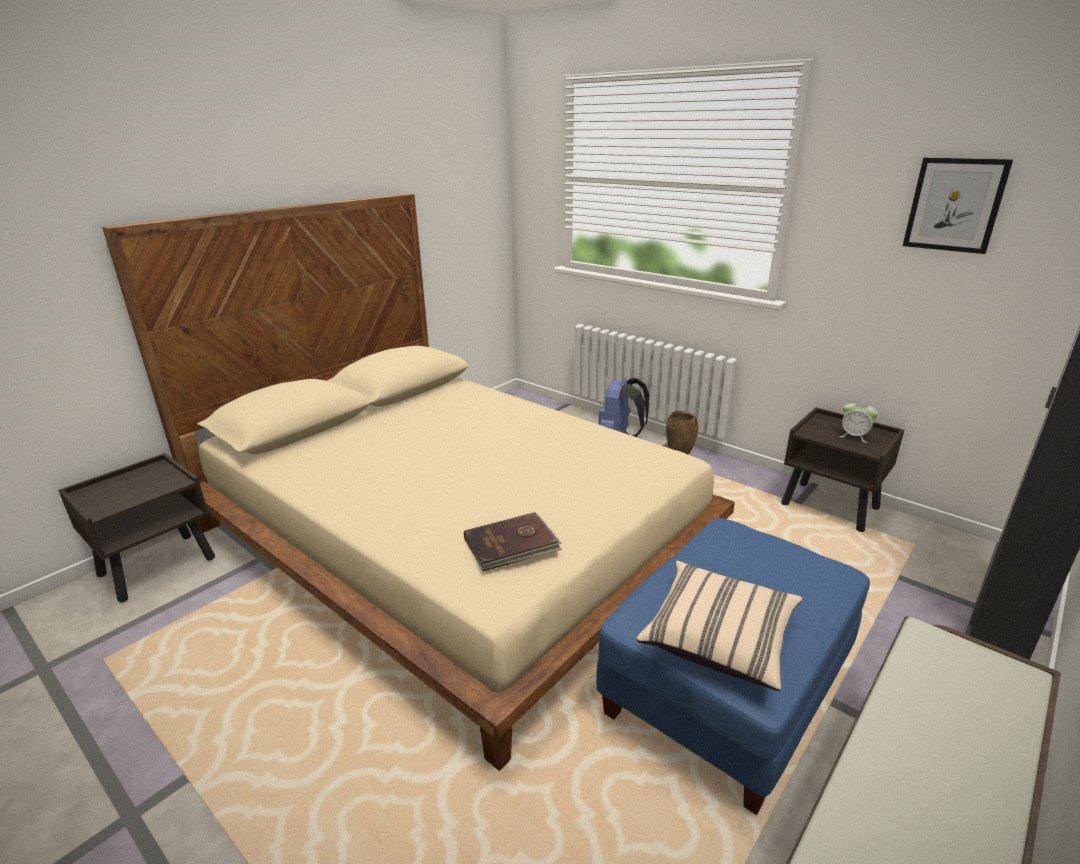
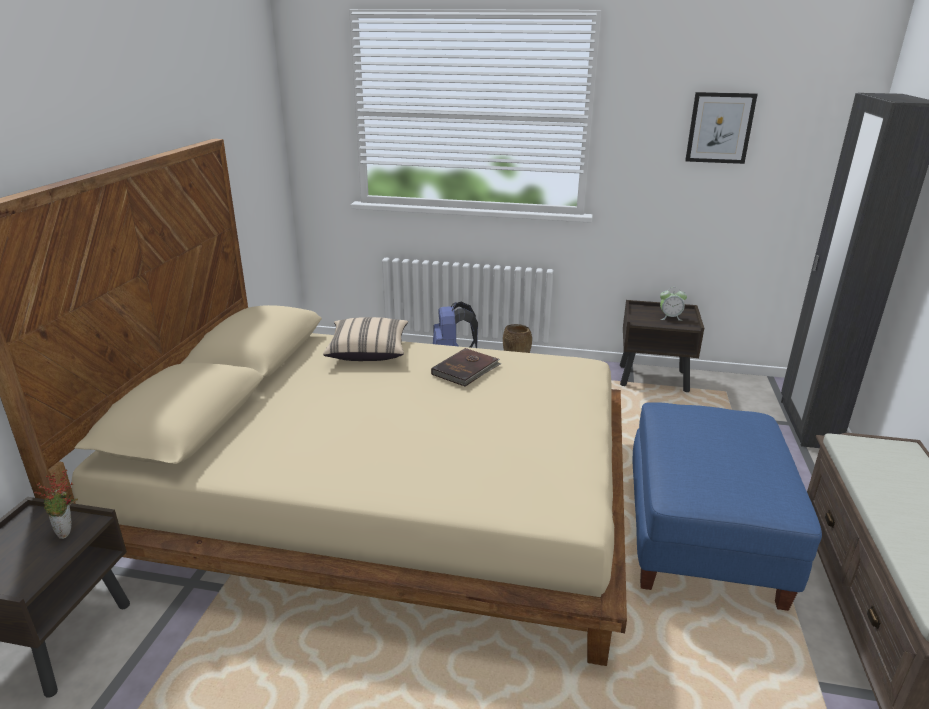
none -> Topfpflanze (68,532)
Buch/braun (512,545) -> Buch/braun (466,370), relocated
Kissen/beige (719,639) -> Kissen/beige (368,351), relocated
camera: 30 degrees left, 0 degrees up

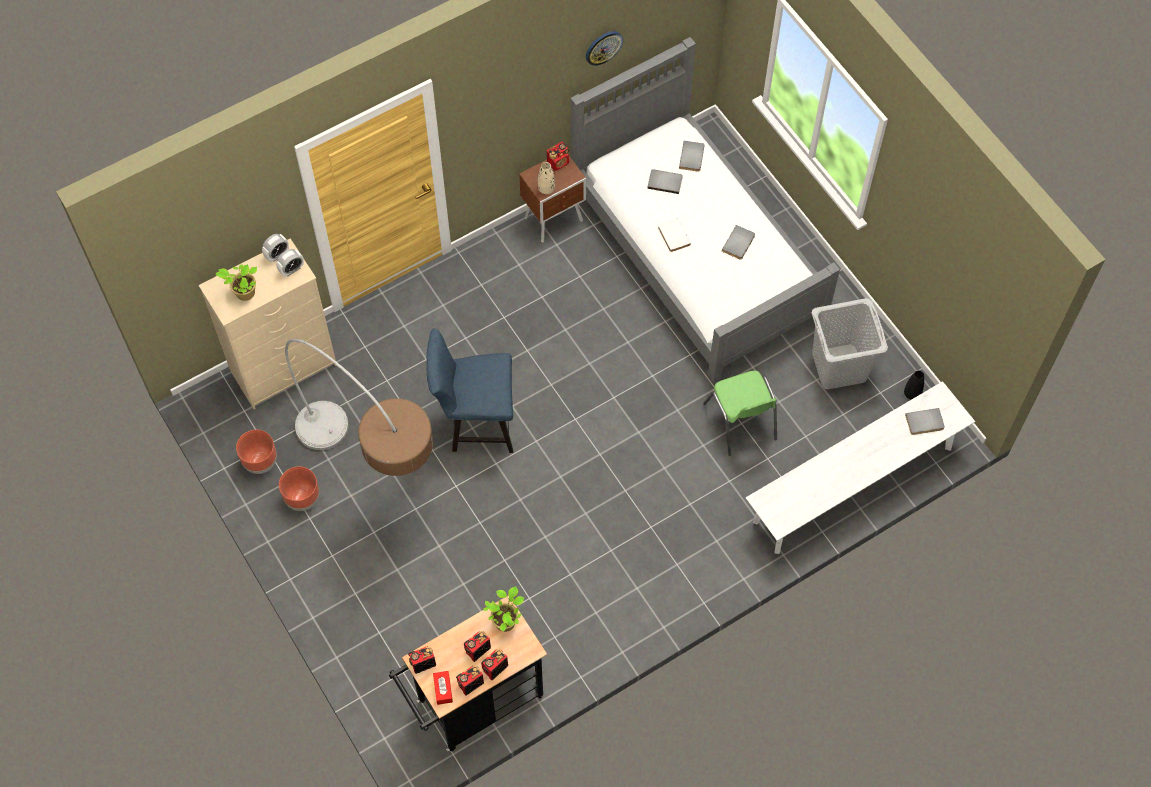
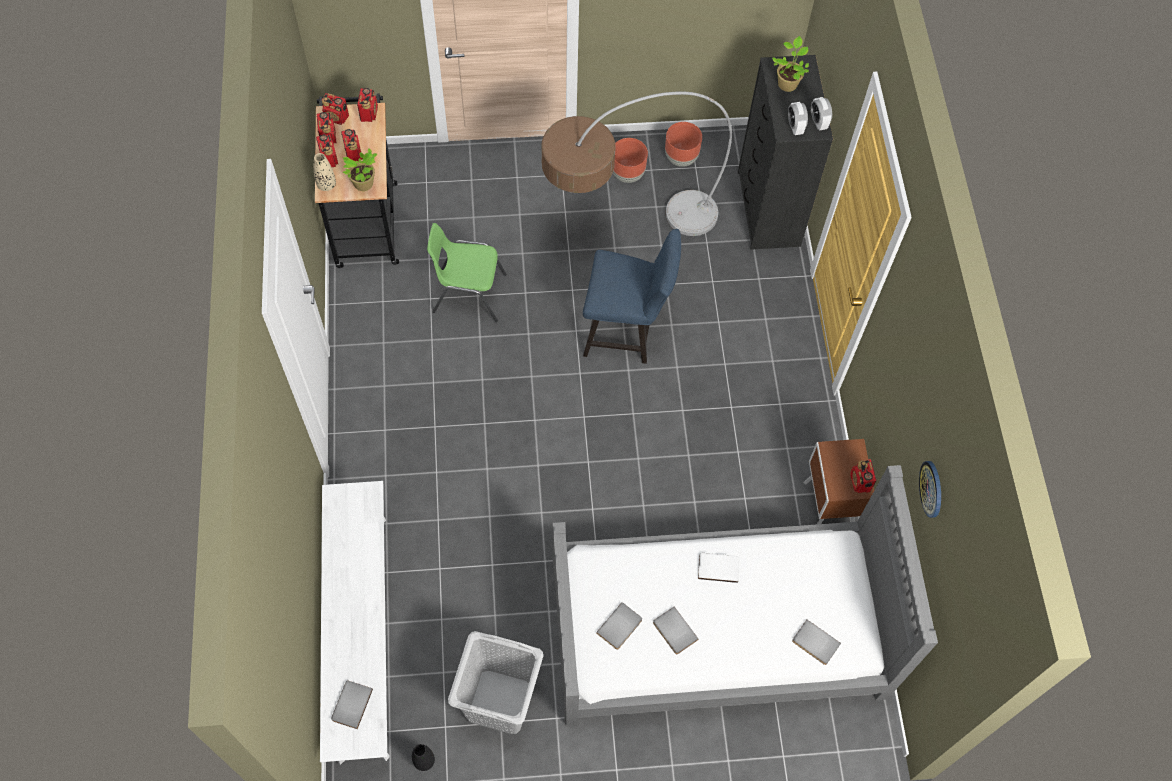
Vase/beige (546,188) -> Vase/beige (326,185), relocated
Buch/grau (665,181) -> Buch/grau (620,627), relocated
Stuhl/grün (741,422) -> Stuhl/grün (468,293), relocated
Taschentuchbox/rot (443,689) -> Radio (337,118)
Kommode/beige (284,368) -> Kommode/schwarz (768,209)
Stuhl/blau (476,423) -> Stuhl/blau (626,332), 75 degrees clockwise
camera: 115 degrees right, 0 degrees up

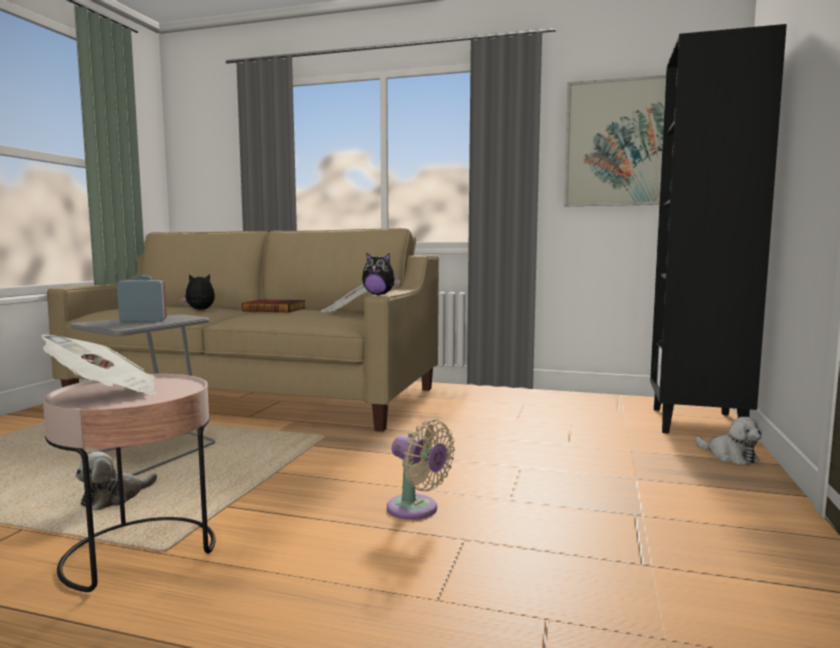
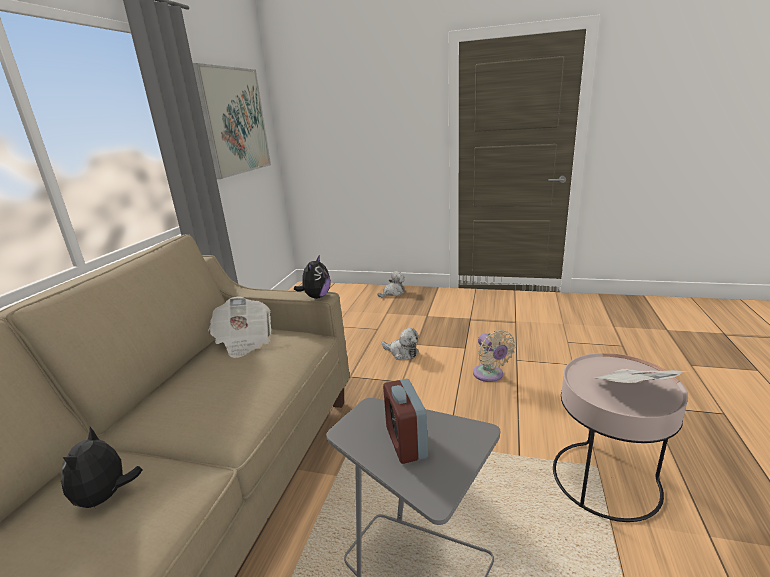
Buch (275,309) -> none
Bücherregal/schwarz (697,423) -> none
Plüschtier (114,498) -> Plüschtier (402,352), relocated
Ventilator/beige (416,509) -> Ventilator/beige (489,375), 120 degrees clockwise
camera: 90 degrees left, 15 degrees up

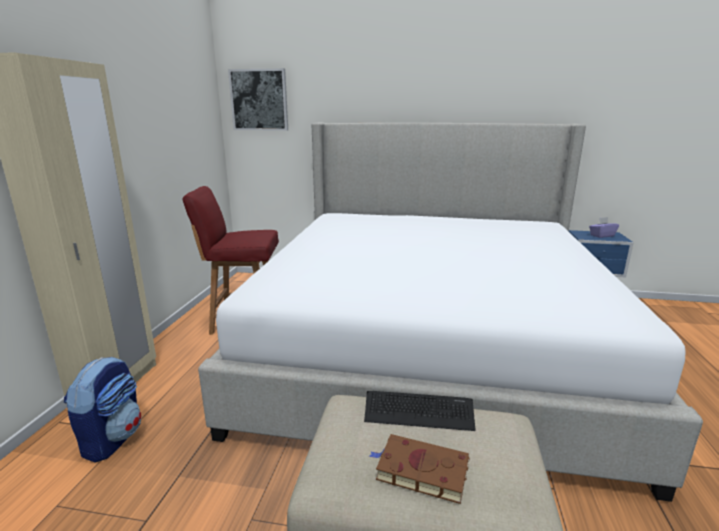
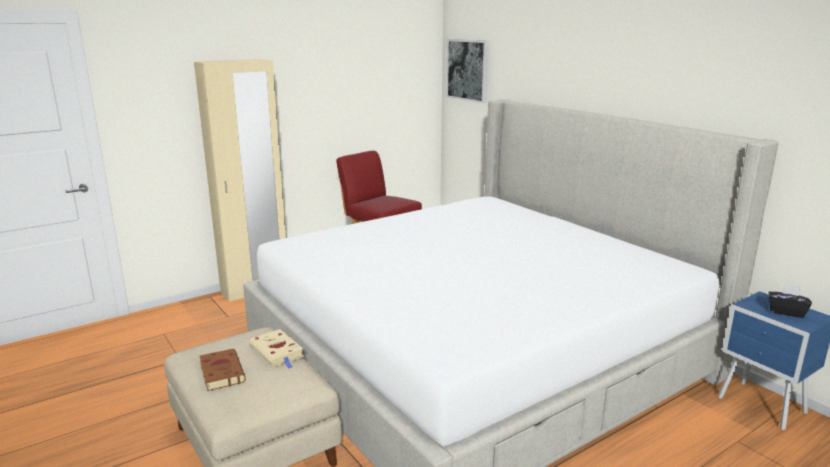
Rucksack (113,439) -> none
Tastatur (418,411) -> Buch/beige (278,352)
Taschentuchbox/lila (601,235) -> Taschentuchbox/schwarz (786,312)
camera: 45 degrees right, 0 degrees up

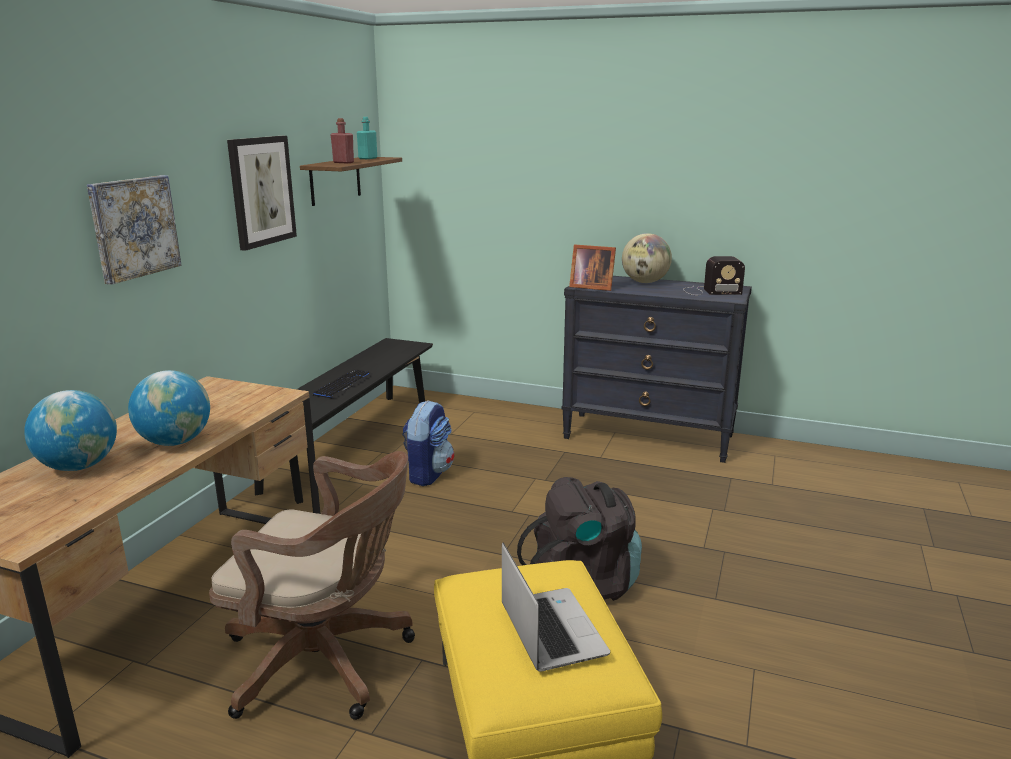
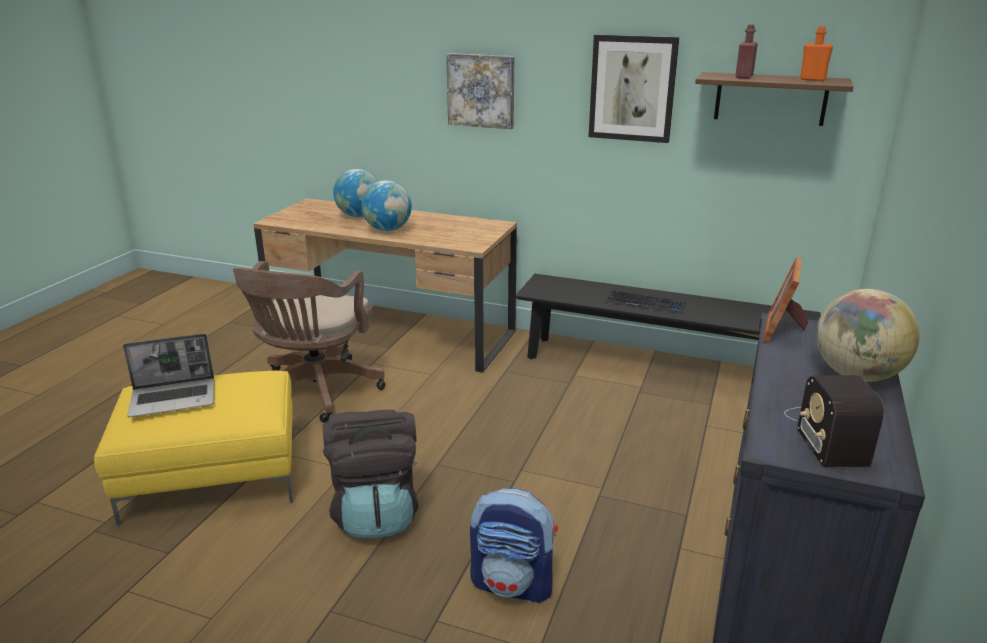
Rucksack (428,473) -> Rucksack (513,584), relocated
Flasche/türkis (368,158) -> Flasche/orange (812,79)
camera: 90 degrees right, 5 degrees up

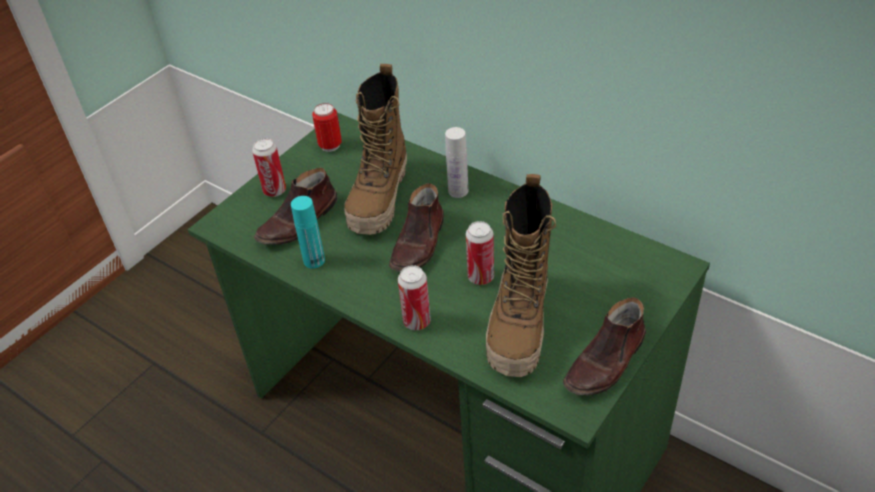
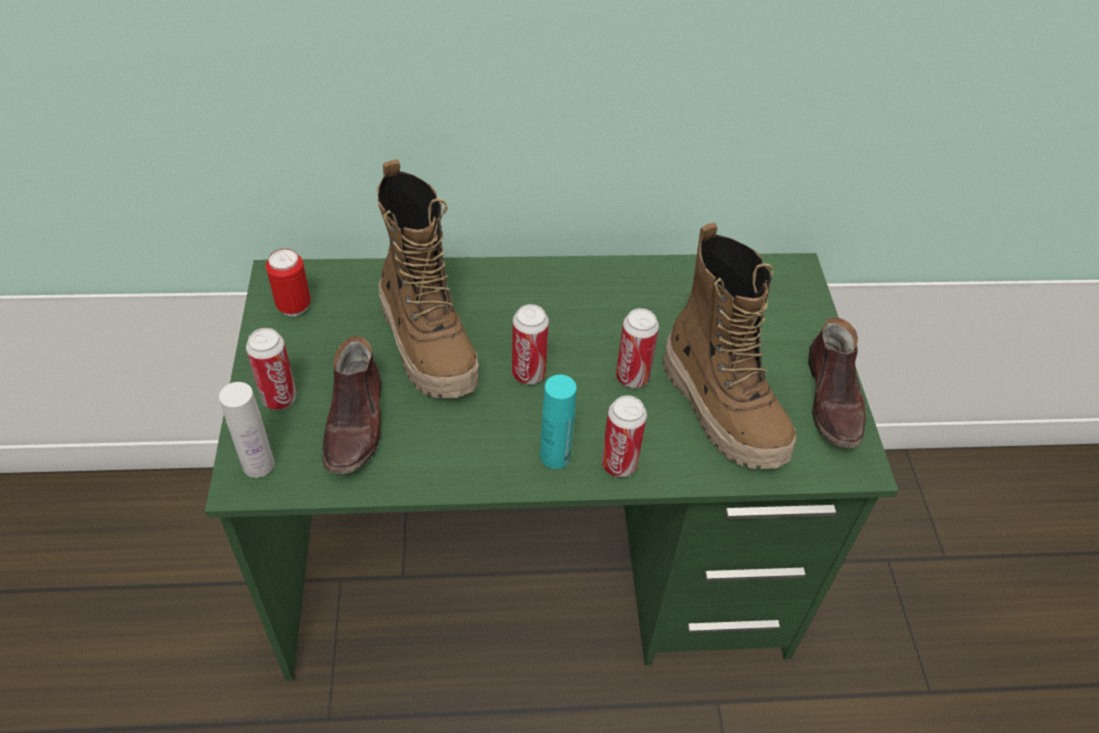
Flasche/türkis (314,260) -> Flasche/türkis (555,456), relocated
Flasche/weiß (458,191) -> Flasche/weiß (258,464), relocated
Schuh/braun (419,243) -> Dose (528,373)
camera: 45 degrees left, 5 degrees up

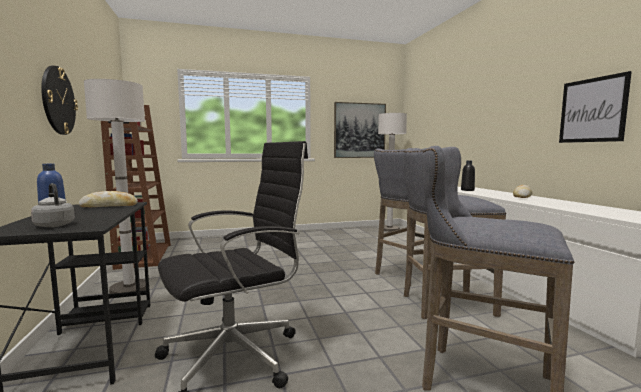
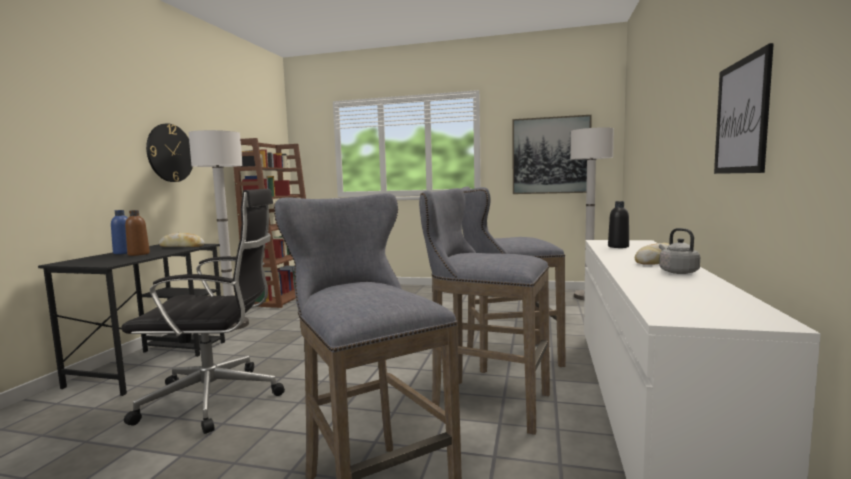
none -> Flasche/braun (138,254)
Wasserkessel/grau (54,225) -> Wasserkessel/grau (676,271), relocated
camera: 30 degrees right, 0 degrees up

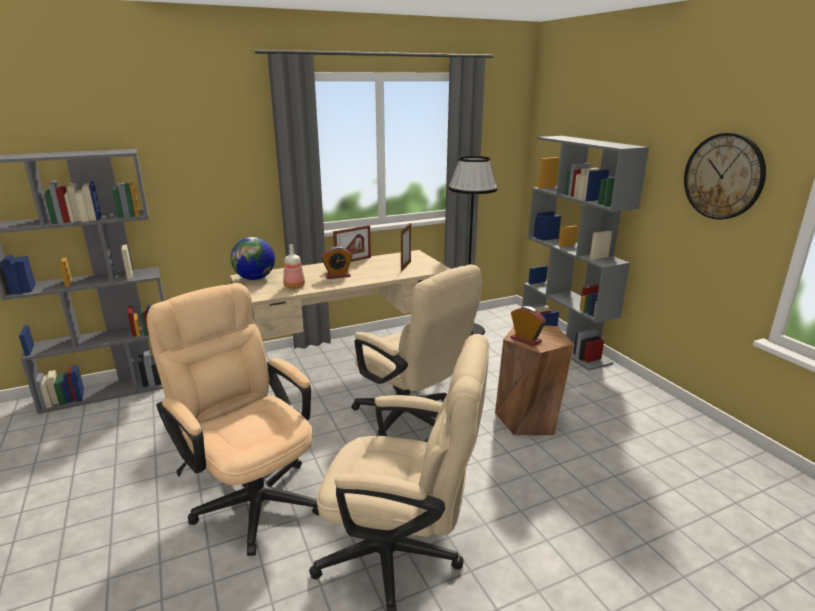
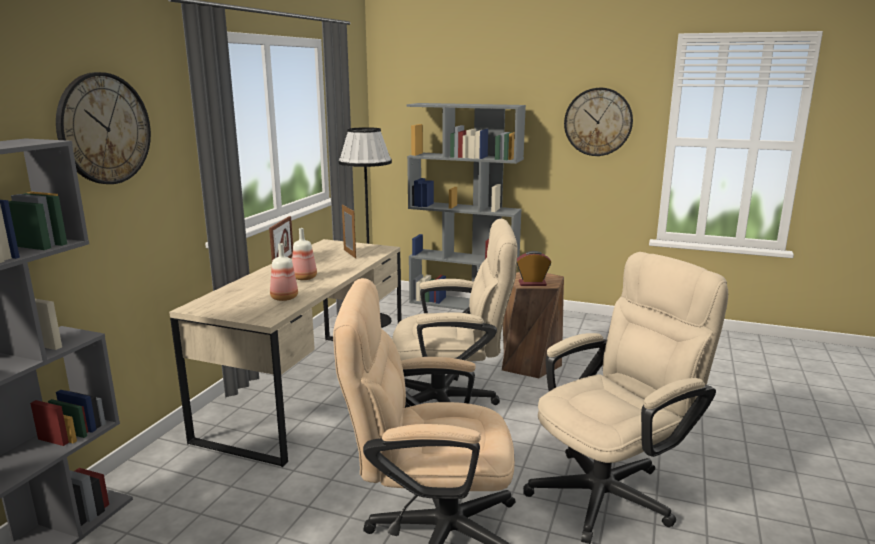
Globus (255,278) -> none
none -> Wanduhr (104,129)
Wecker (337,276) -> Flasche (304,277)
camera: 45 degrees left, 5 degrees down

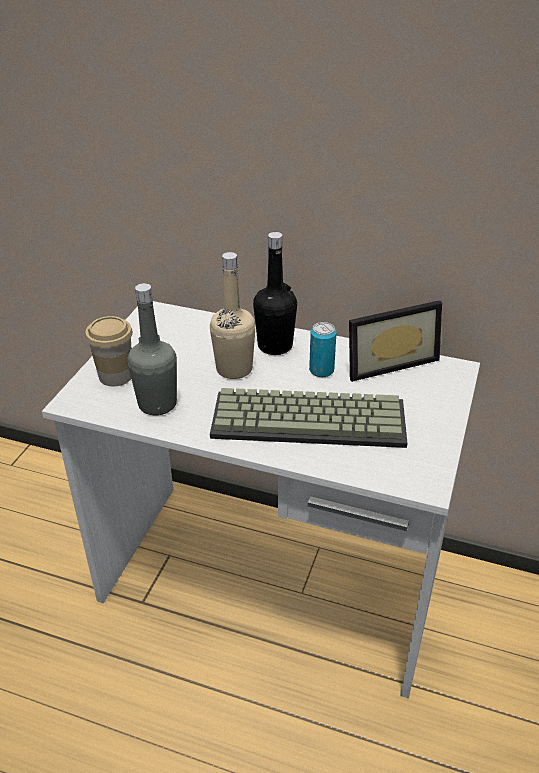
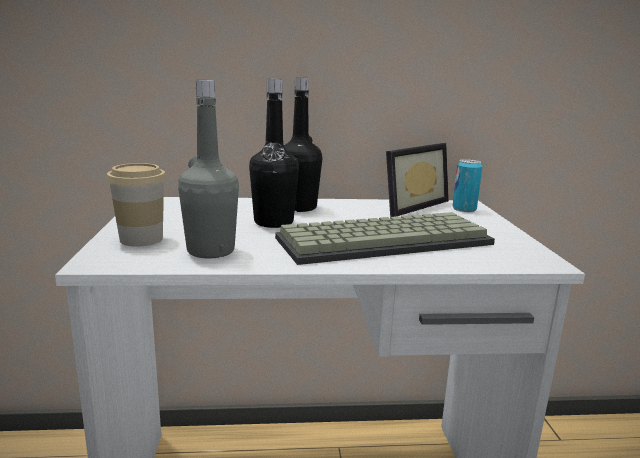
Dose (321,370) -> Dose (464,209), relocated
Flasche/beige (234,369) -> Flasche/schwarz (273,222)
camera: 25 degrees left, 20 degrees down

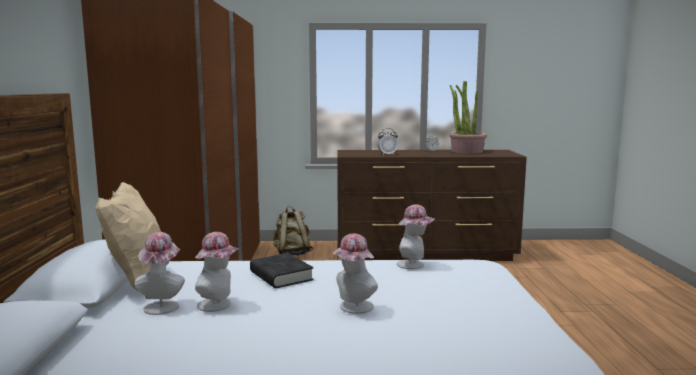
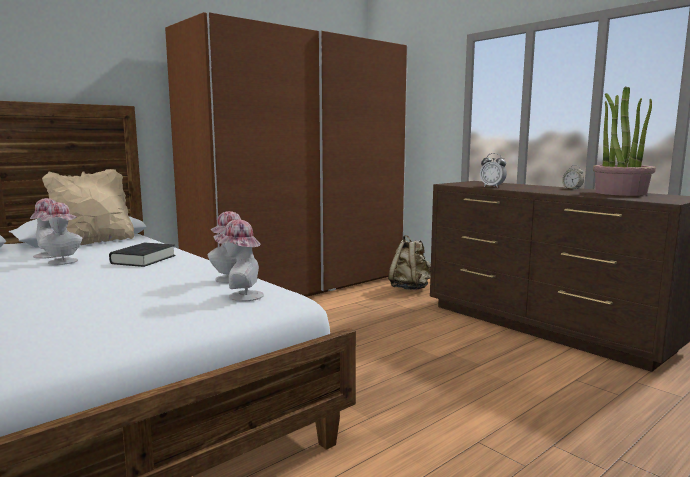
Hut (353,308) -> Hut (241,296), relocated
camera: 50 degrees right, 0 degrees up

